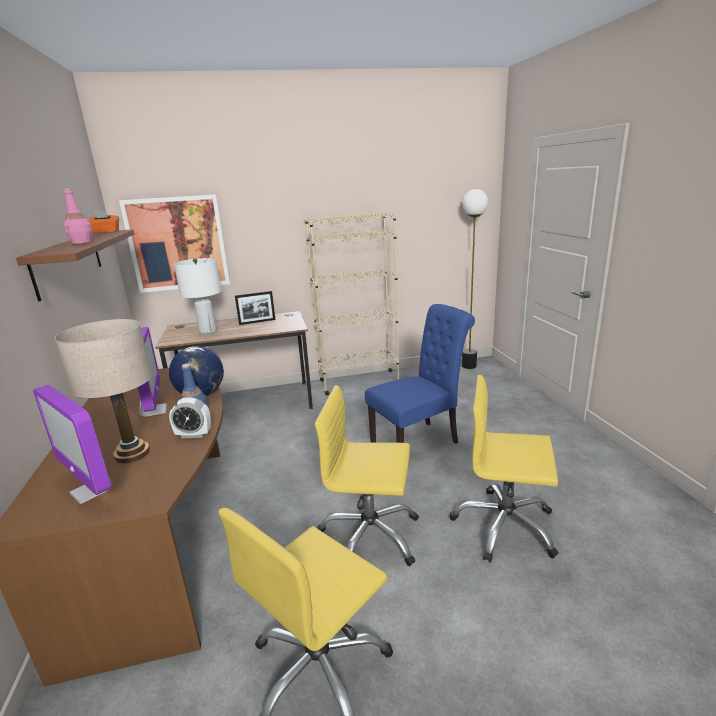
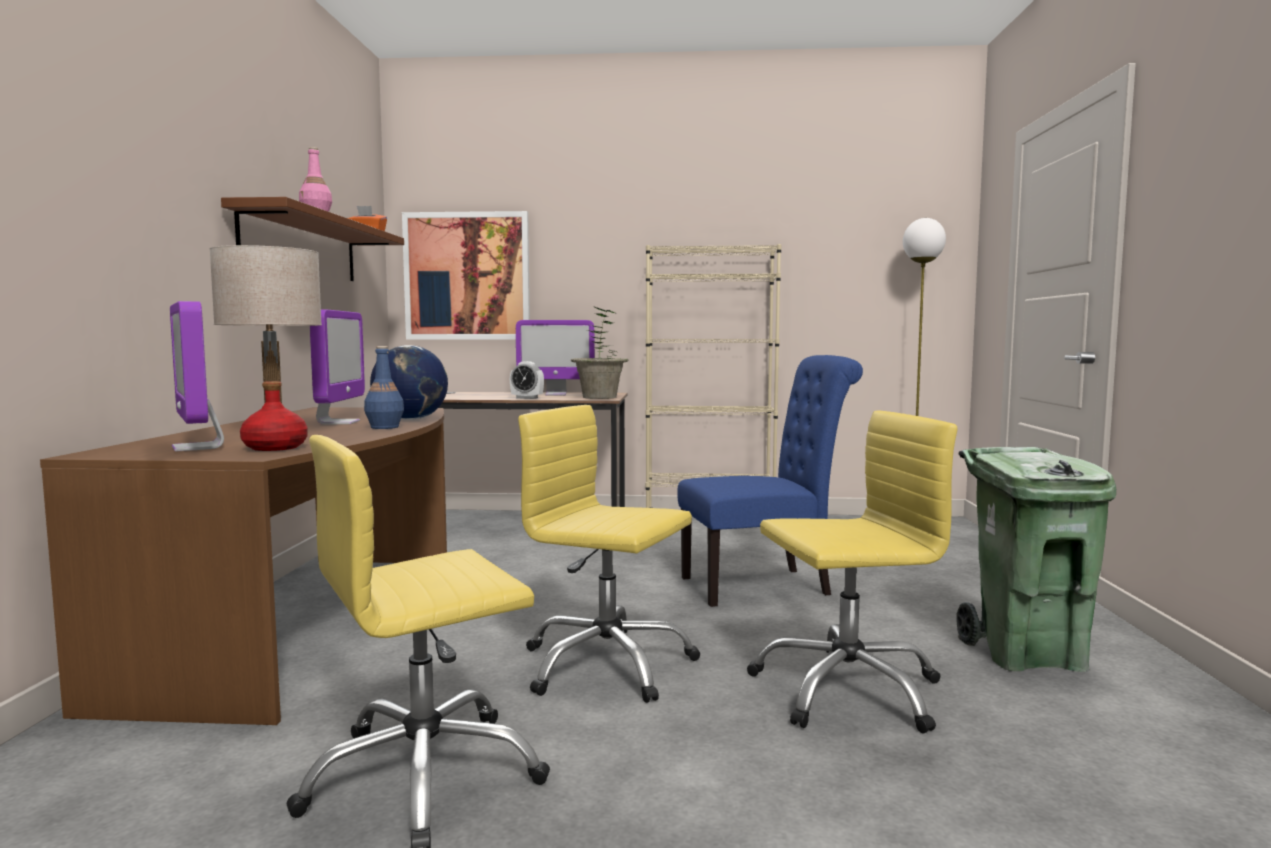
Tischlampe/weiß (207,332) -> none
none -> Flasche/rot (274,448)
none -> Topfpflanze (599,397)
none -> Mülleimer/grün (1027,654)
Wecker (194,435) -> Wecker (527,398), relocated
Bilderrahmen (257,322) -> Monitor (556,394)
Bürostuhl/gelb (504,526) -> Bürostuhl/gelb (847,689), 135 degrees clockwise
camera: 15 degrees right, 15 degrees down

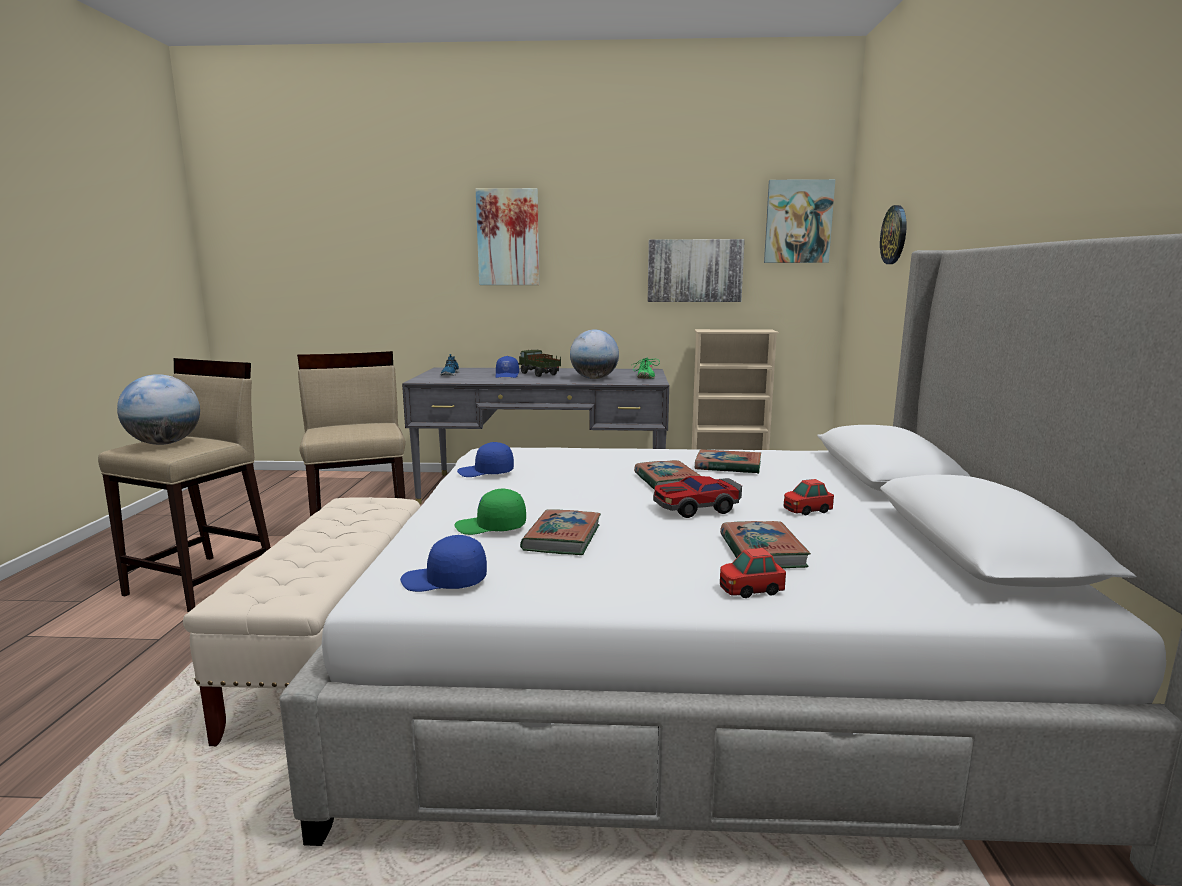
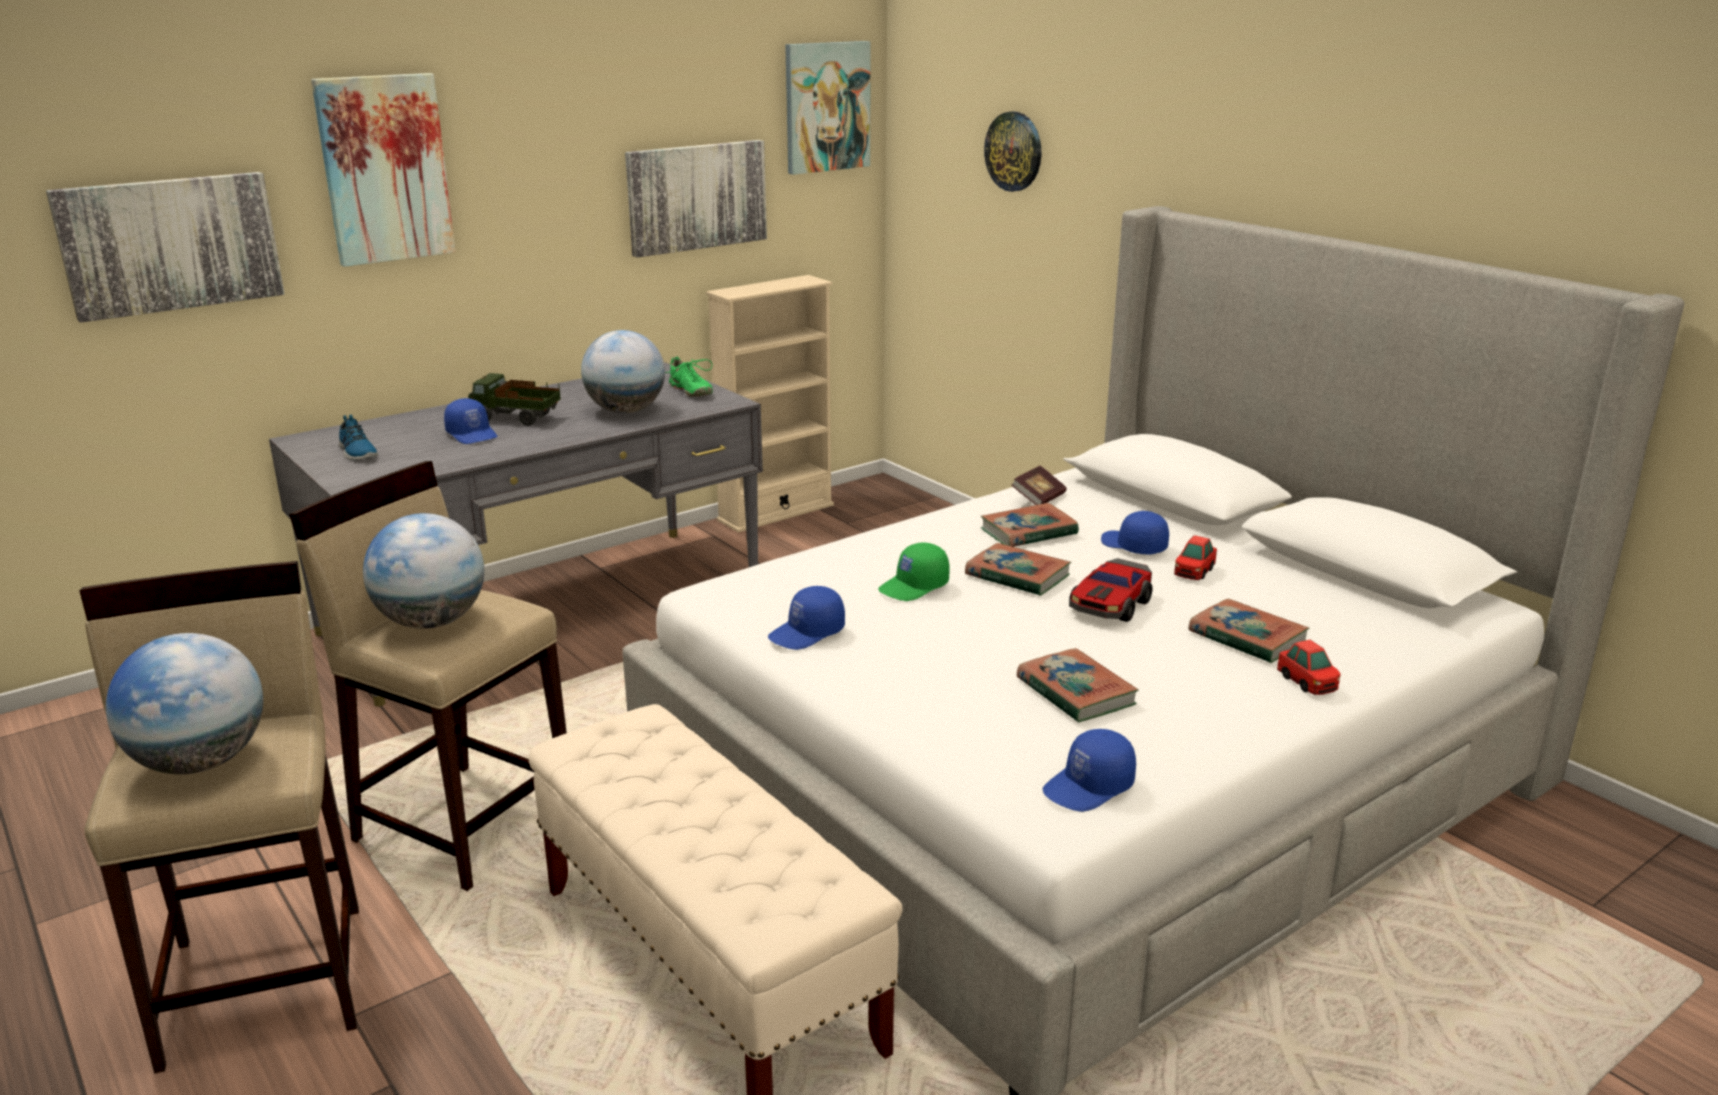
none -> Bild (170,244)
none -> Globus (432,622)
none -> Buch (1038,498)
none -> Kappe/blau (1133,546)
Kappe/grün (491,527) -> Kappe/grün (914,587), relocated
Spielzeugauto (750,590) -> Spielzeugauto (1307,683), 60 degrees counterclockwise
camera: 40 degrees left, 10 degrees up

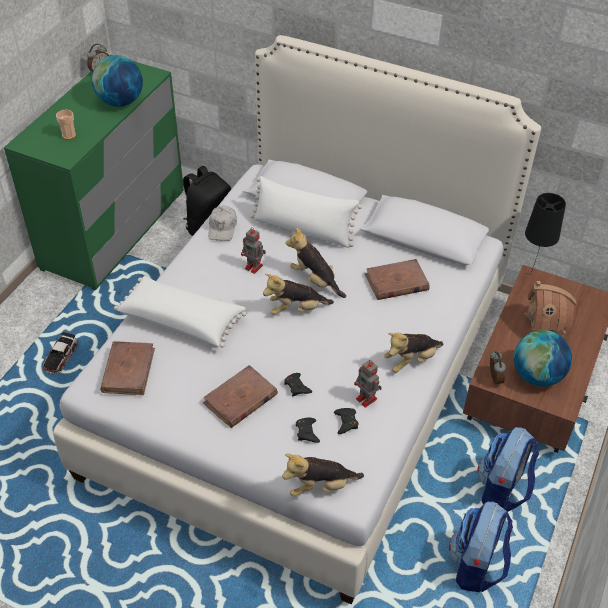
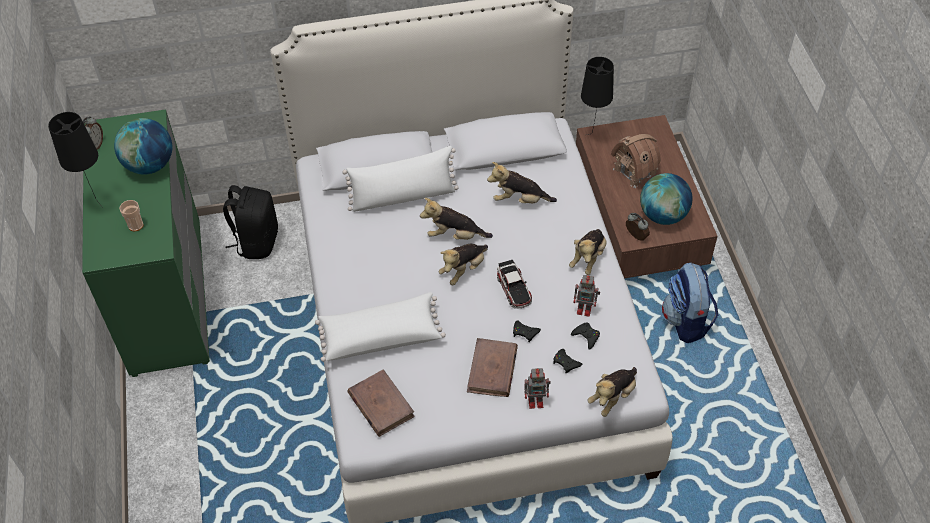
Kappe/weiß (222,228) -> none
Rucksack (476,565) -> none
none -> Tischlampe/schwarz (97,203)
Spielzeugauto (60,357) -> Spielzeugauto (514,288), relocated
Spielzeugroboter (254,267) -> Spielzeugroboter (536,401), relocated
Buch/braun (396,282) -> Plüschtier (519,200)
camera: 35 degrees left, 5 degrees up

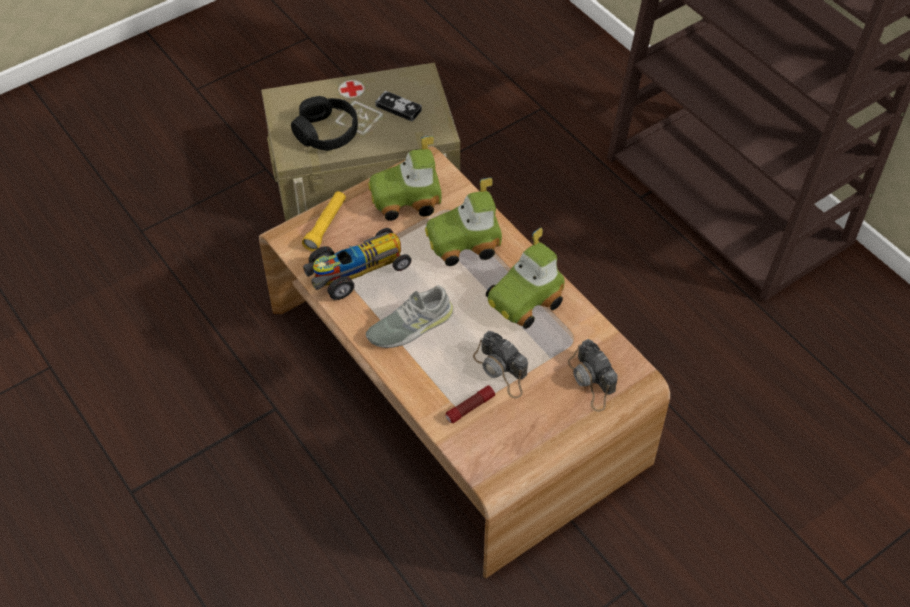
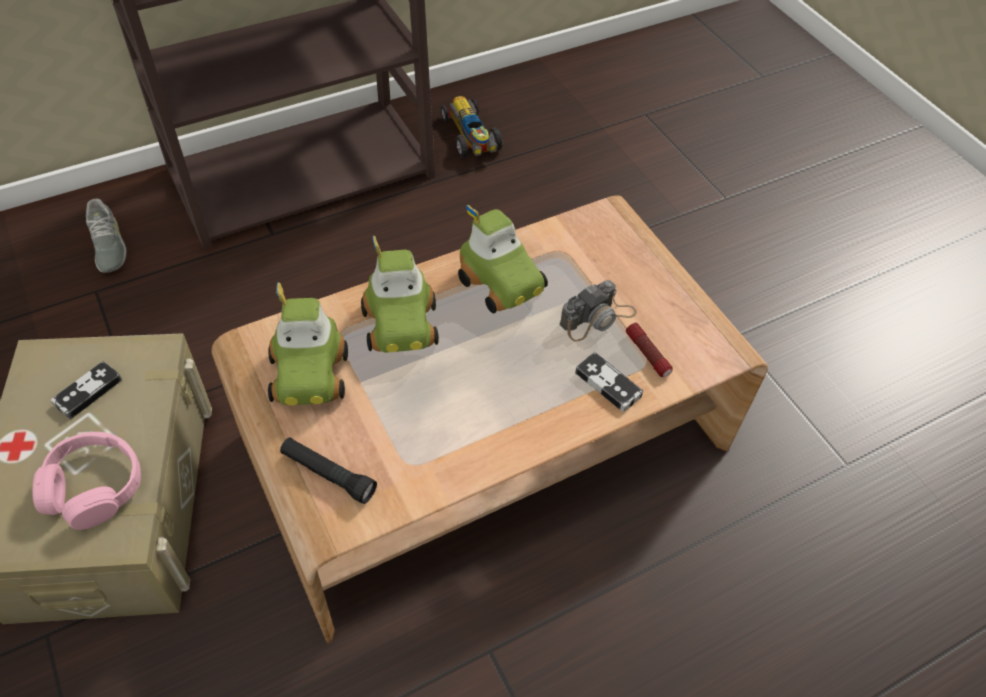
Kamera (591,381) -> none
none -> Gamepad (608,384)
Spielzeugauto (355,271) -> Spielzeugauto (471,137), relocated
Schuh/grau (410,325) -> Schuh/grau (107,245), relocated
Kopfhörer/schwarz (326,132) -> Kopfhörer/rosa (93,487)
Taschenlampe/gelb (325,225) -> Taschenlampe/schwarz (328,474)
camera: 85 degrees left, 0 degrees up

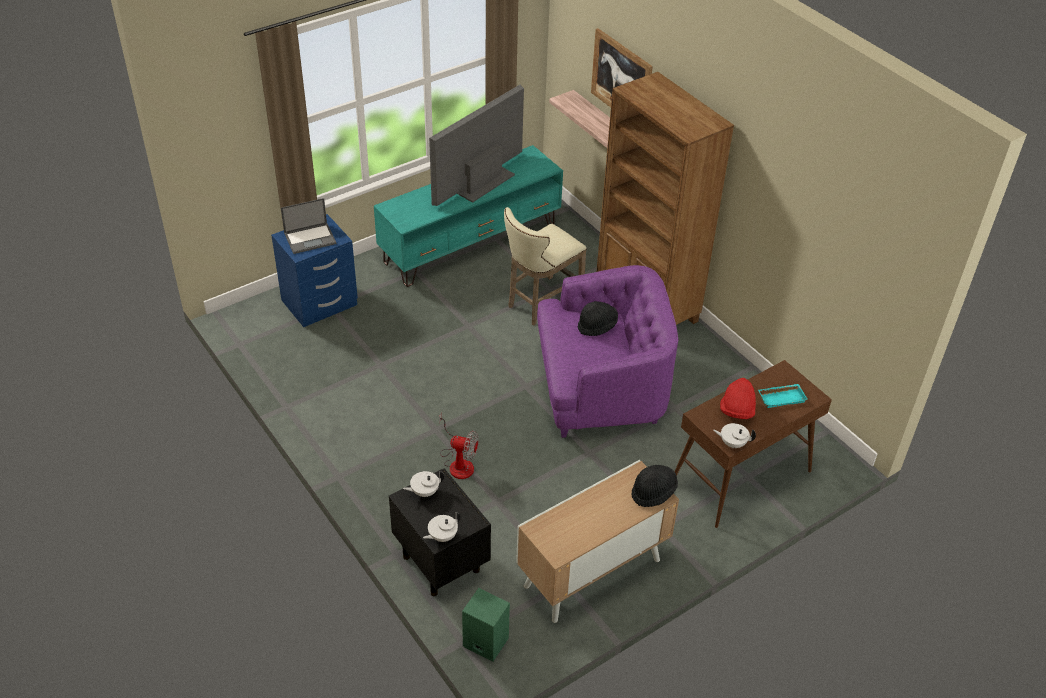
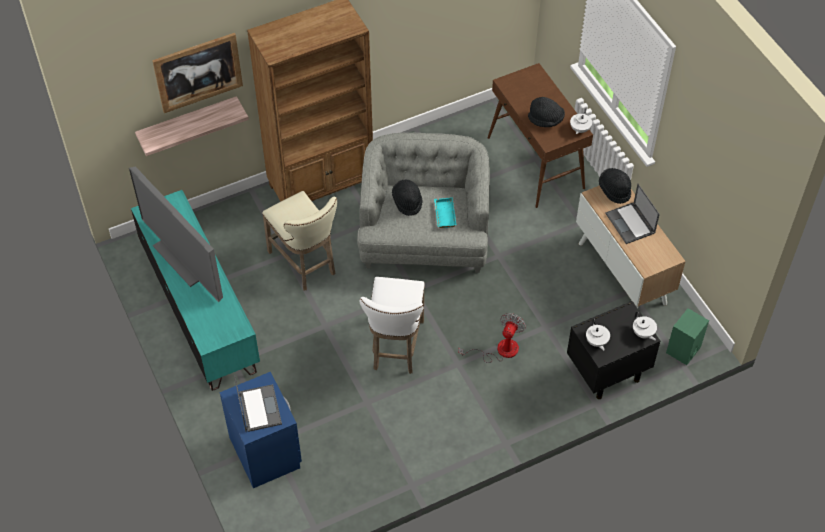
none -> Hocker/weiß (395,348)
none -> Laptop (630,223)
Tablett/türkis (781,397) -> Tablett/türkis (444,214), relocated
Sessel/lila (599,387) -> Sessel/grau (424,237)
Hut/rot (737,411) -> Hut/schwarz (546,120)
camera: 80 degrees left, 10 degrees up

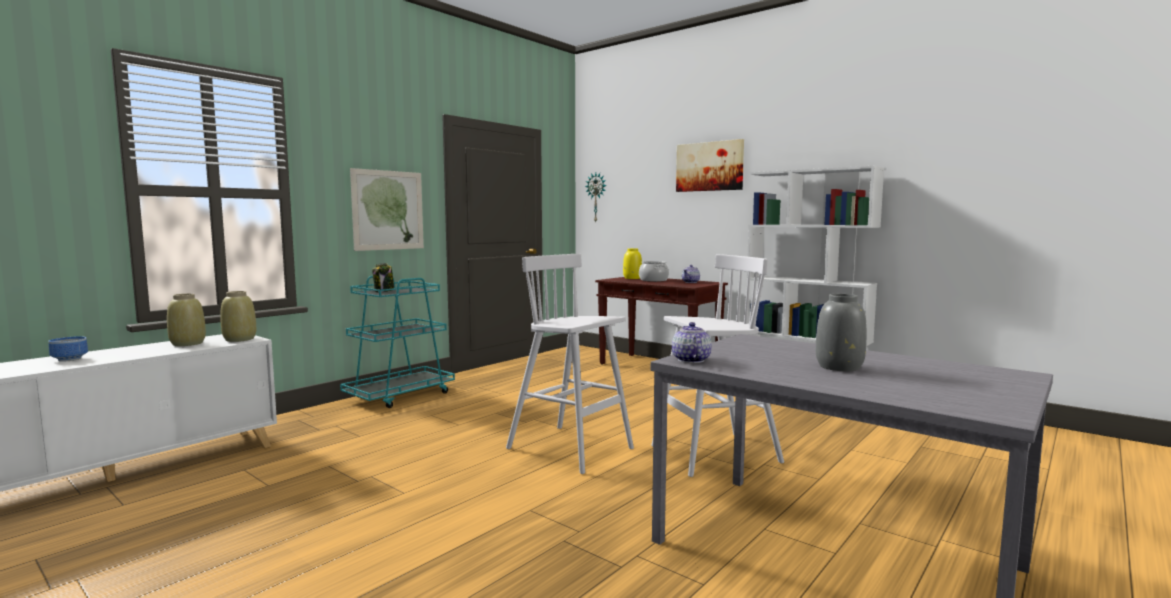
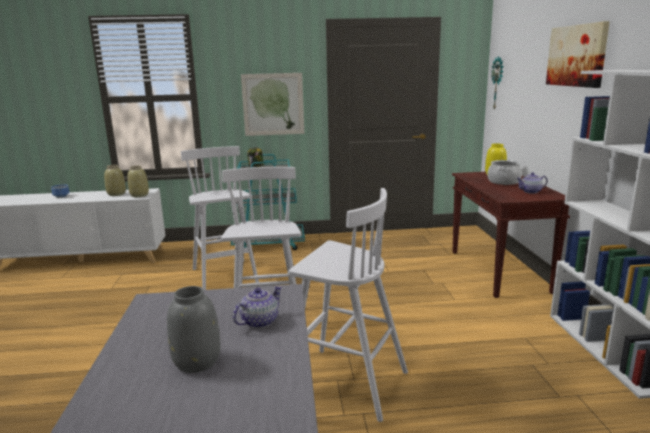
none -> Hocker/weiß (225,277)
Teekanne (690,360) -> Teekanne (259,321), relocated
camera: 45 degrees right, 10 degrees up

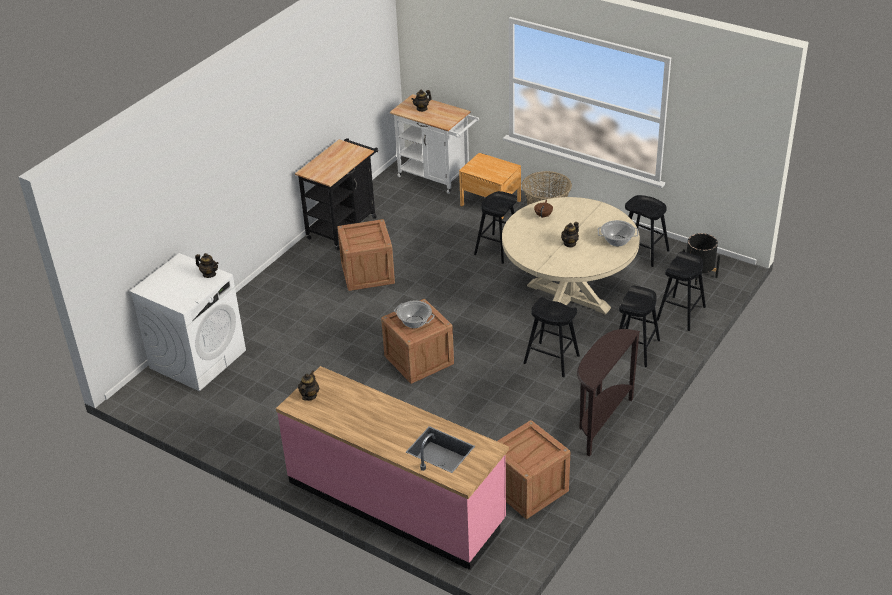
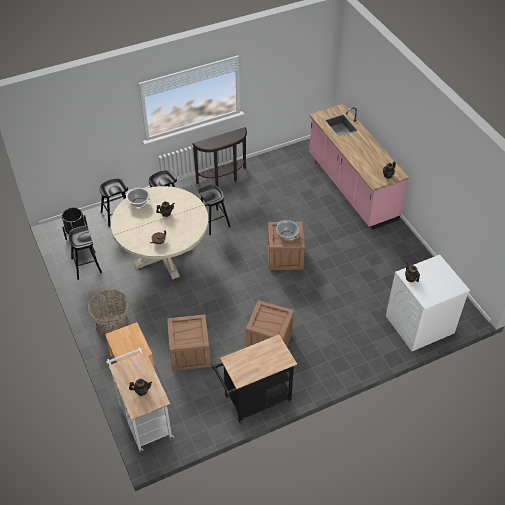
Hocker/schwarz (497,248) -> none
Kiste (528,489) -> Kiste (190,353), relocated
camera: 150 degrees left, 10 degrees up

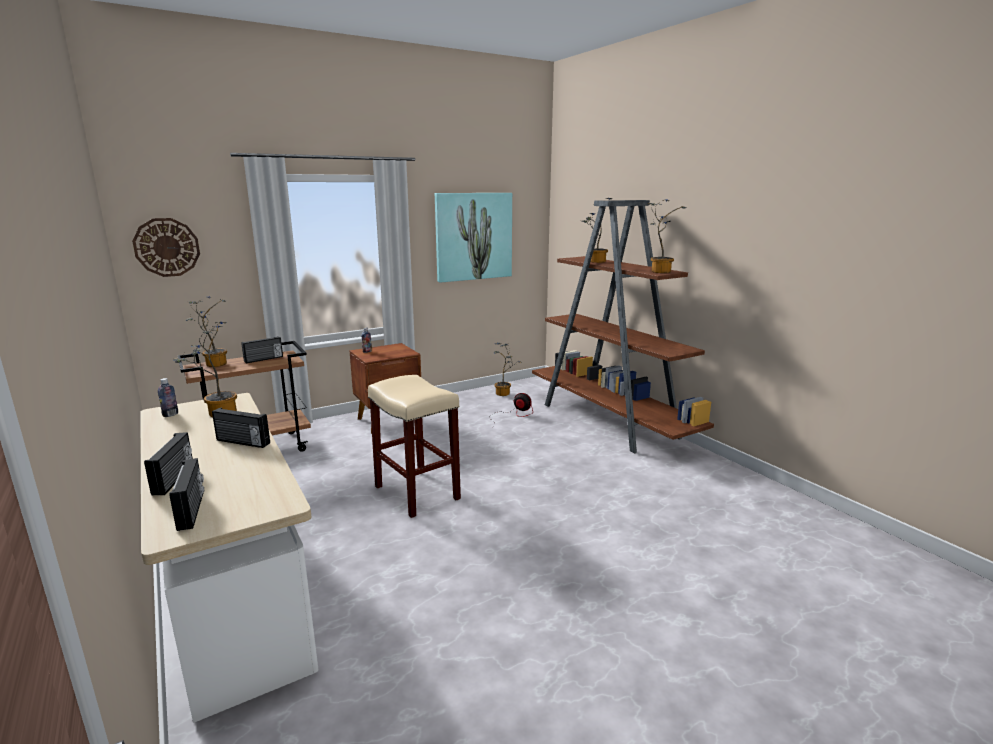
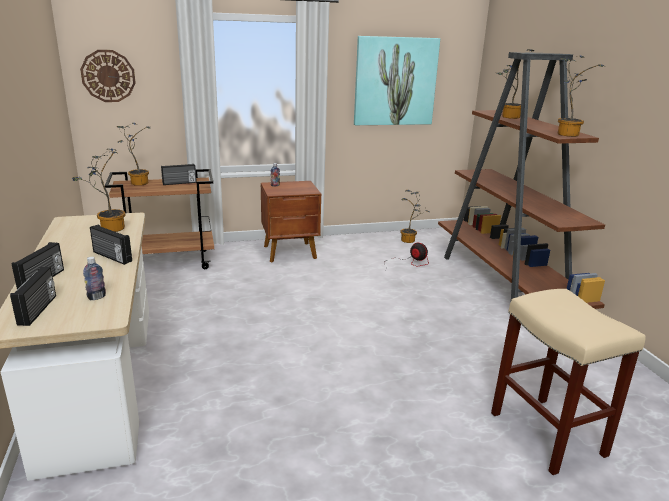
Flasche (170,414) -> Flasche (97,297), relocated
Hocker/beige (416,492) -> Hocker/beige (545,433), relocated
camera: 15 degrees right, 5 degrees up

